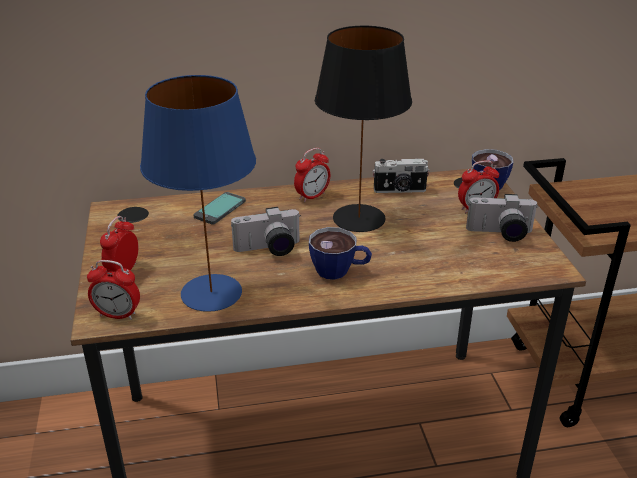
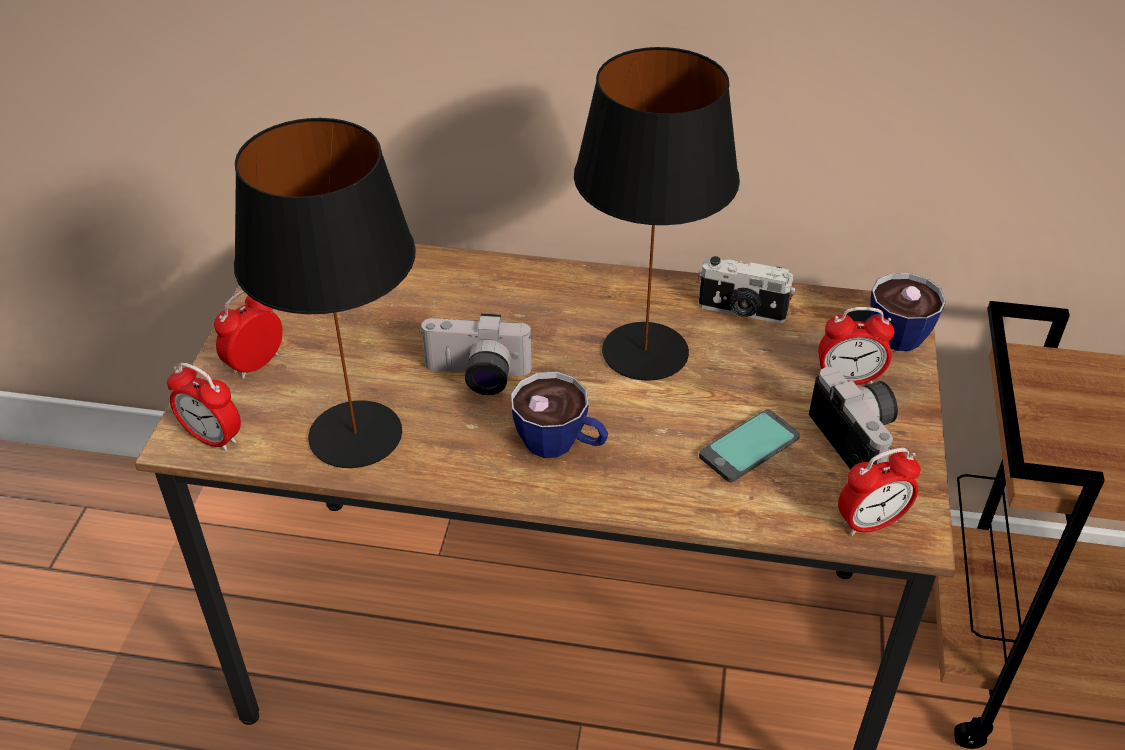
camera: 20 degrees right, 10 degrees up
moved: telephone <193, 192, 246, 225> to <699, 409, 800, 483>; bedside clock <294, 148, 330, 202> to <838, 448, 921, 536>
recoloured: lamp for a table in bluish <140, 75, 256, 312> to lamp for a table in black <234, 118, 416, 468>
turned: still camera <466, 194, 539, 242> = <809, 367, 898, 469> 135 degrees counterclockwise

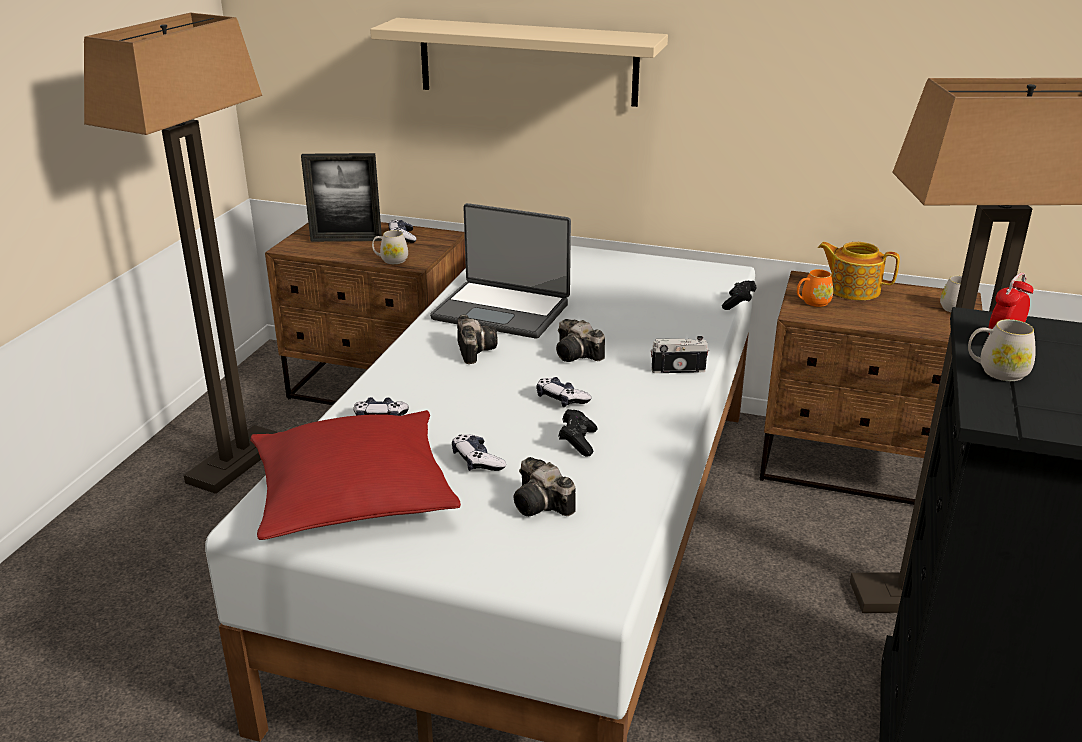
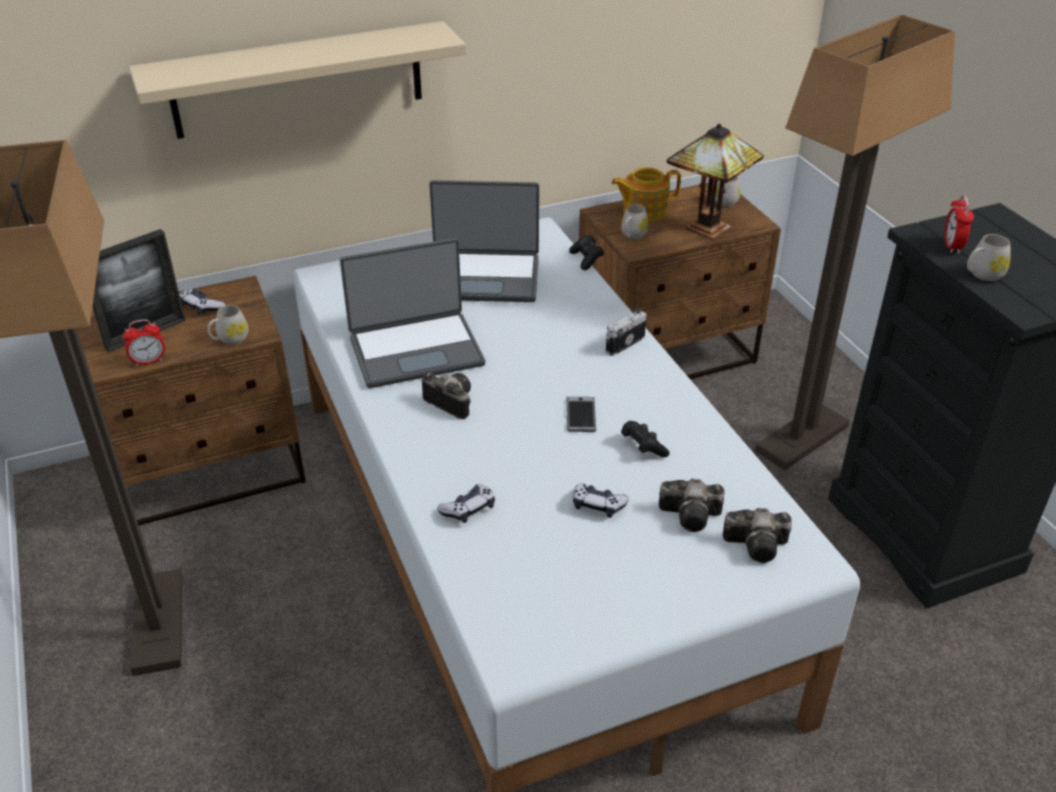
camera: 40 degrees left, 10 degrees up
removed: cushion in red <250, 410, 461, 540>
added: bedside clock <123, 319, 165, 366>; laptop <429, 180, 539, 302>; lamp for a table <667, 124, 764, 239>
moved: still camera <556, 319, 605, 362> to <723, 508, 792, 563>
replaced: joypad <536, 377, 592, 407> to telephone <567, 397, 596, 432>
recoloured: coffee mug in orange-coloured <797, 269, 833, 307> to coffee mug in white <621, 204, 649, 239>

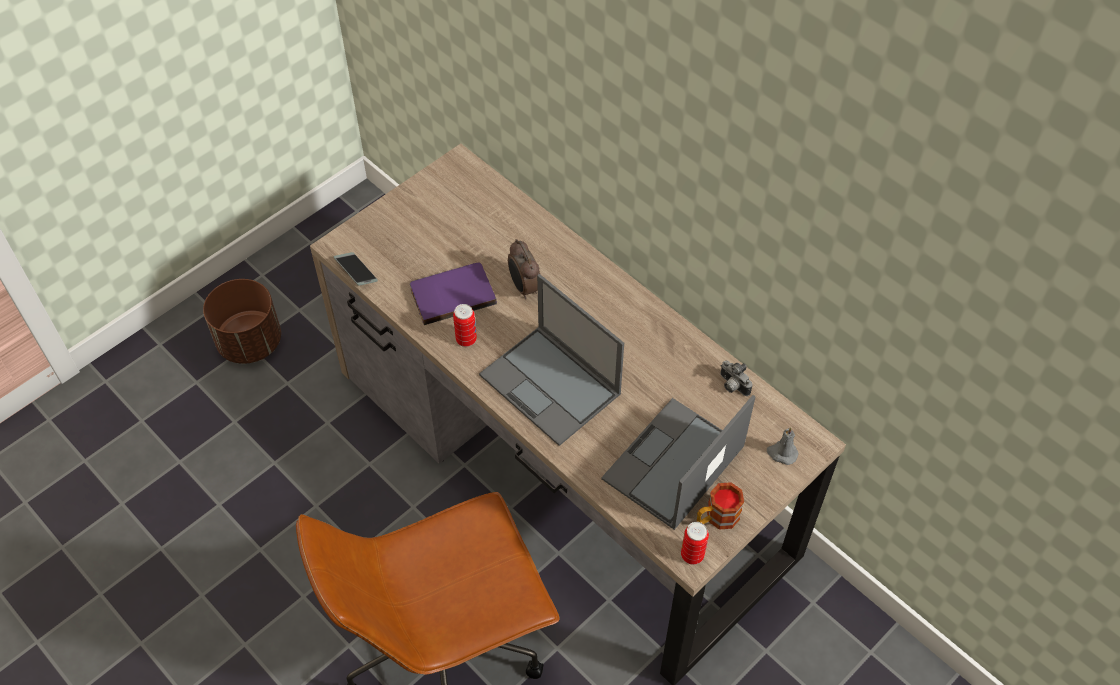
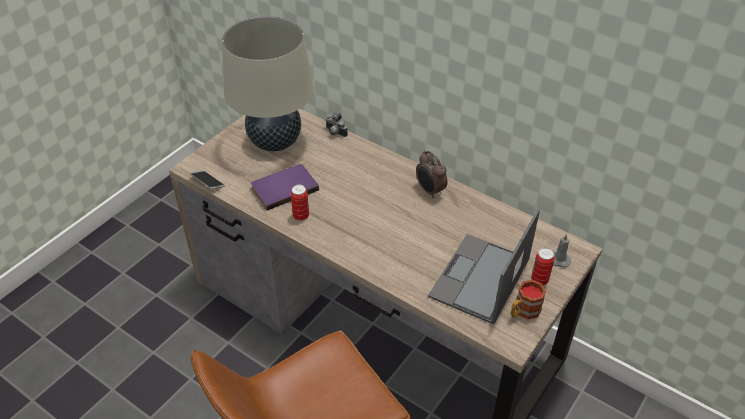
camera: 10 degrees left, 10 degrees down
removed: flower pot in brown <203, 279, 281, 364>; laptop <479, 274, 624, 446>
added: lamp for a table in beige <222, 16, 314, 151>
moved: still camera <720, 360, 753, 396> to <325, 113, 348, 137>; bedside clock <508, 239, 540, 299> to <416, 151, 448, 198>; metal can <681, 522, 709, 565> to <531, 248, 555, 285>

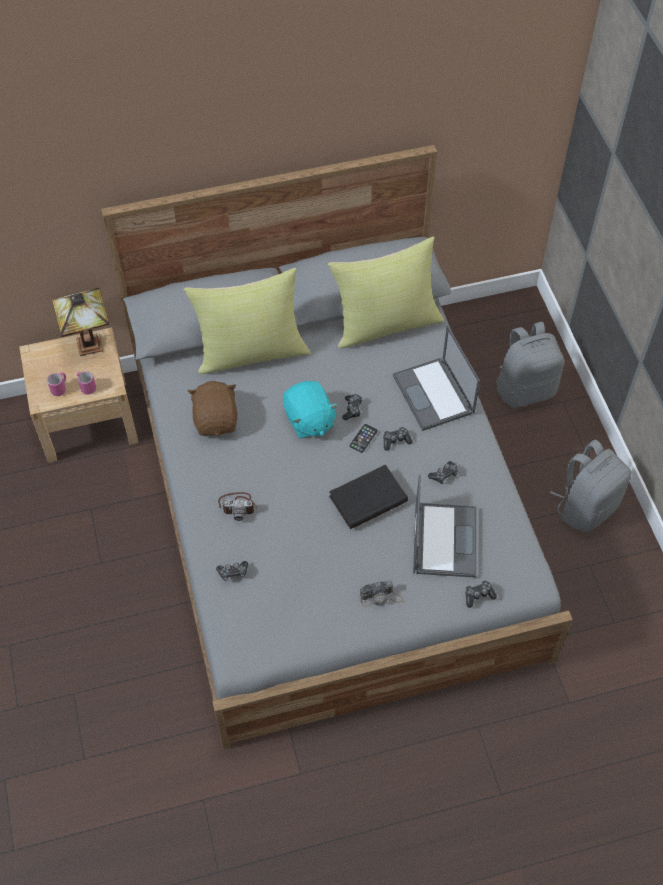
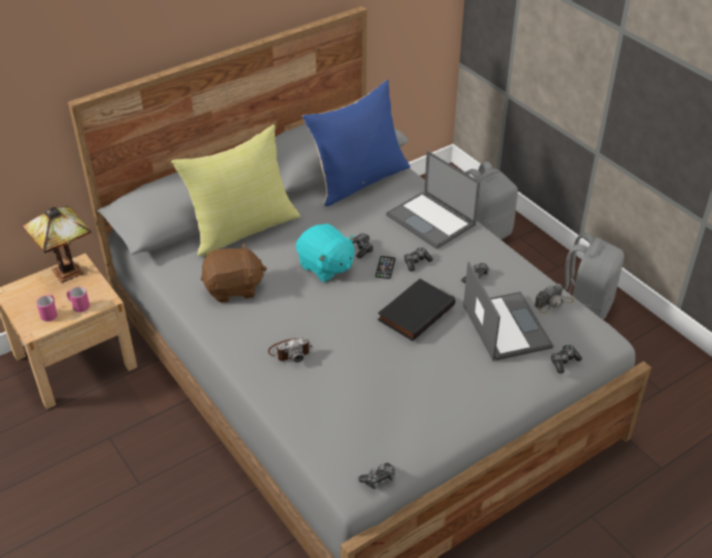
camera: 20 degrees left, 15 degrees down
moved: joypad <216, 561, 248, 581> to <358, 463, 395, 489>; still camera <360, 581, 403, 607> to <534, 284, 574, 313>
recoloured: cushion in yellowish <328, 237, 444, 348> to cushion in bluish <302, 80, 410, 206>
turned: plush toy in brown <188, 381, 238, 436> = <201, 243, 267, 303> 105 degrees clockwise

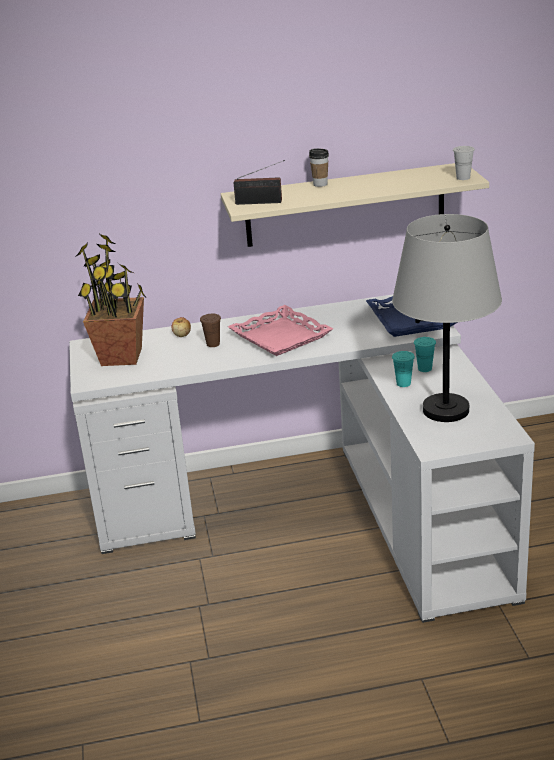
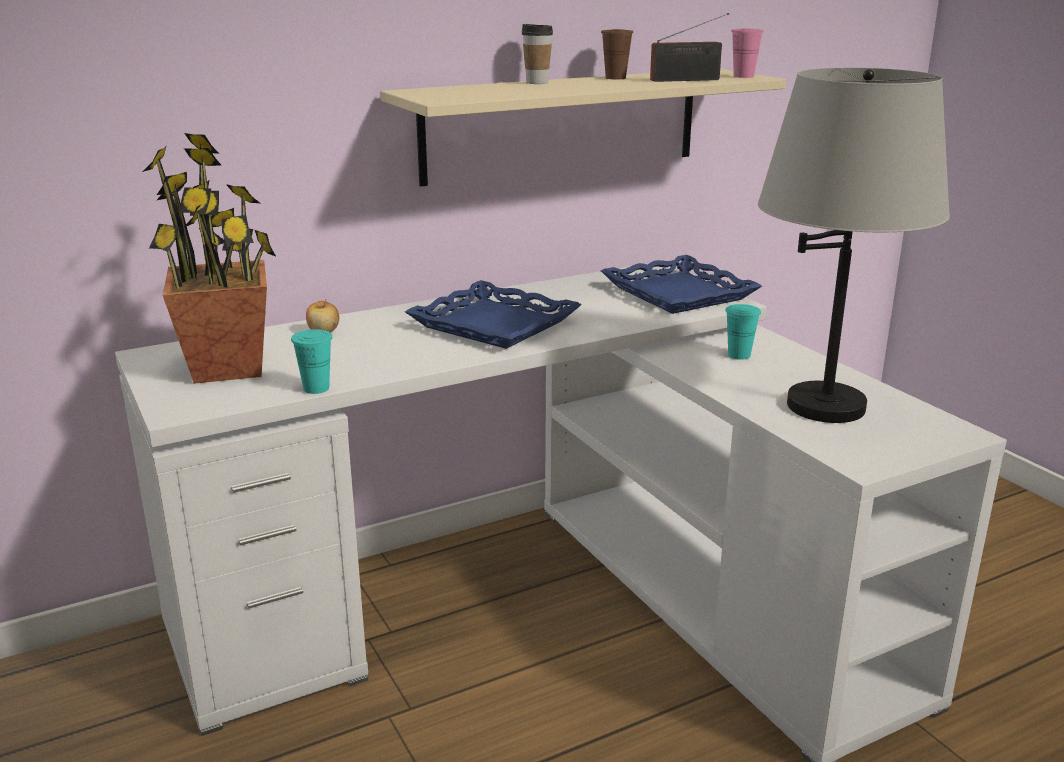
camera: 20 degrees left, 5 degrees down
moved: drinking cup in turquoise-coloured <392, 351, 415, 387> to <291, 329, 333, 394>; drinking cup in brown <200, 314, 221, 347> to <601, 29, 633, 79>; radio set <234, 160, 285, 205> to <650, 13, 729, 82>
recoloured: carrying tray in pink <228, 305, 333, 356> to carrying tray in bluish <405, 280, 582, 349>; drinking cup in white <453, 146, 475, 180> to drinking cup in pink <731, 28, 764, 78>

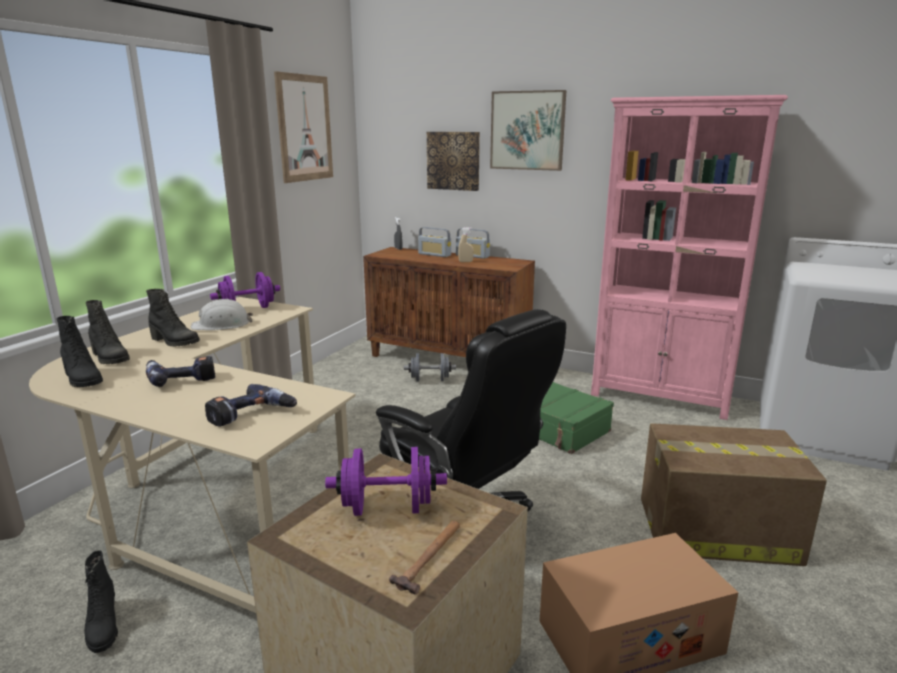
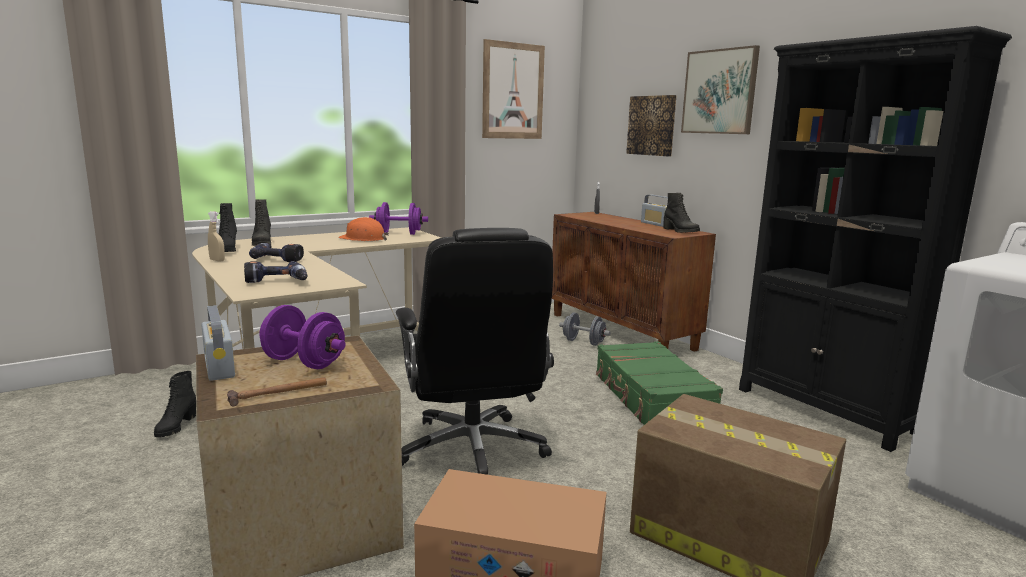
camera: 30 degrees right, 5 degrees down
moved: radio set <418, 227, 451, 257> to <201, 305, 235, 381>; sprayer in beige <458, 227, 474, 262> to <208, 211, 225, 262>; high-top boot in black <146, 289, 200, 347> to <663, 193, 700, 233>
recoloured: hard hat in white <191, 299, 253, 330> to hard hat in orange-coloured <338, 217, 389, 241>; bookshelf in pink <591, 95, 788, 420> to bookshelf in black <739, 26, 1012, 452>

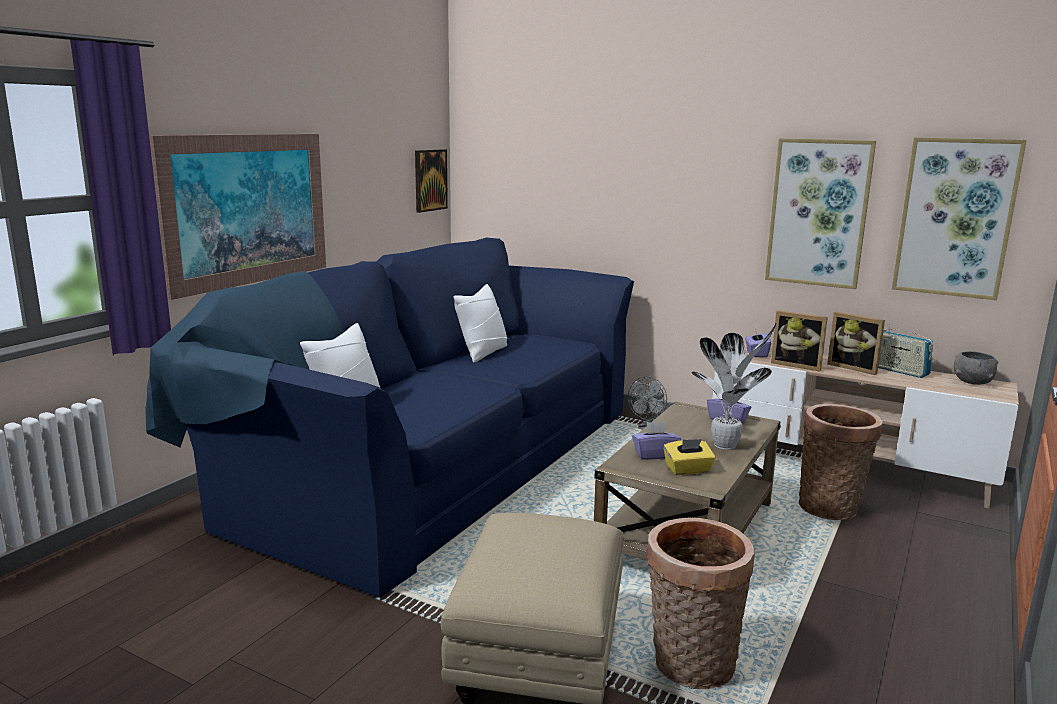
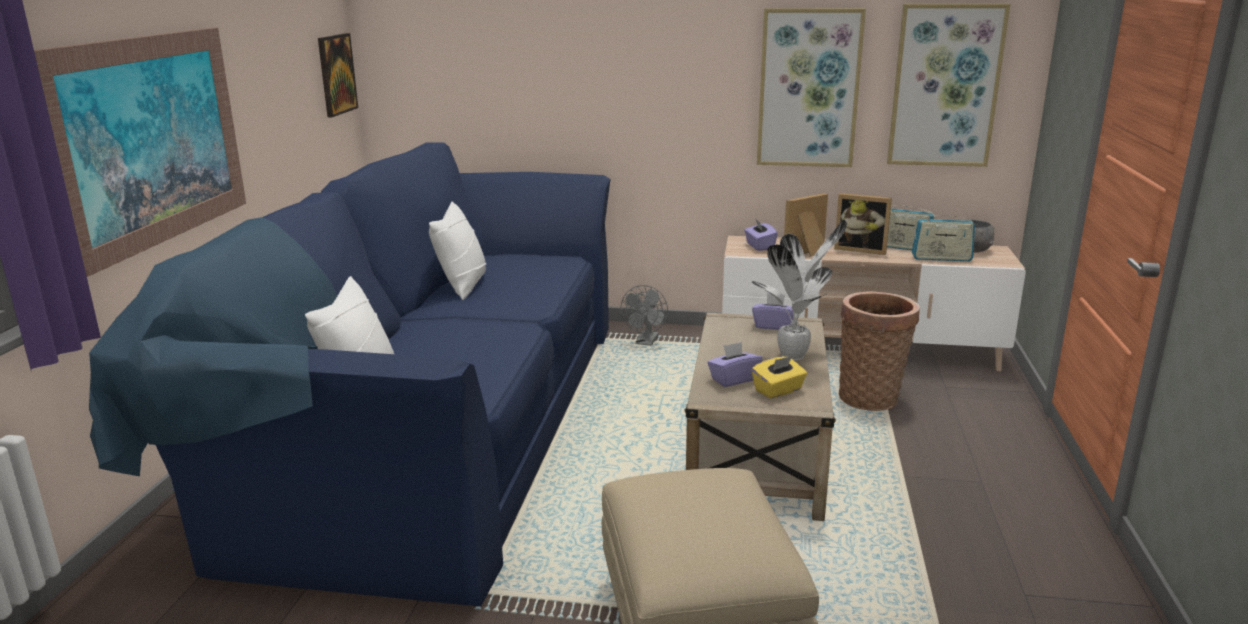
camera: 20 degrees left, 5 degrees up
removed: storage basket <646, 518, 755, 689>
added: radio set <912, 211, 975, 261>
turned: photo frame <771, 310, 828, 372> = <784, 193, 828, 256> 135 degrees clockwise

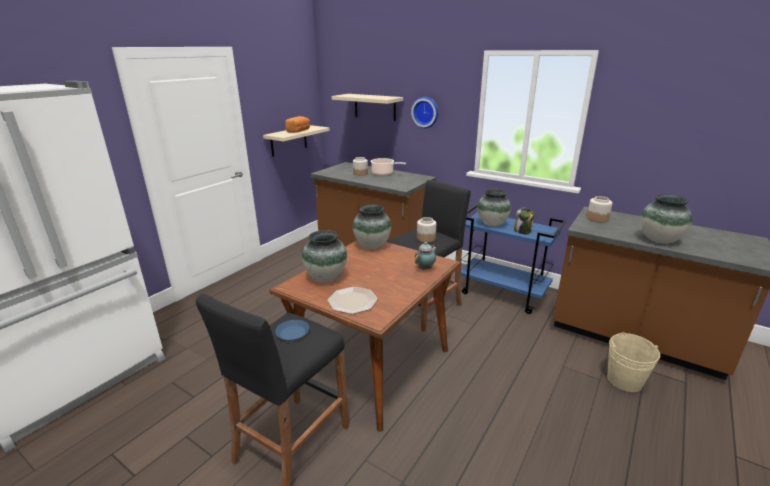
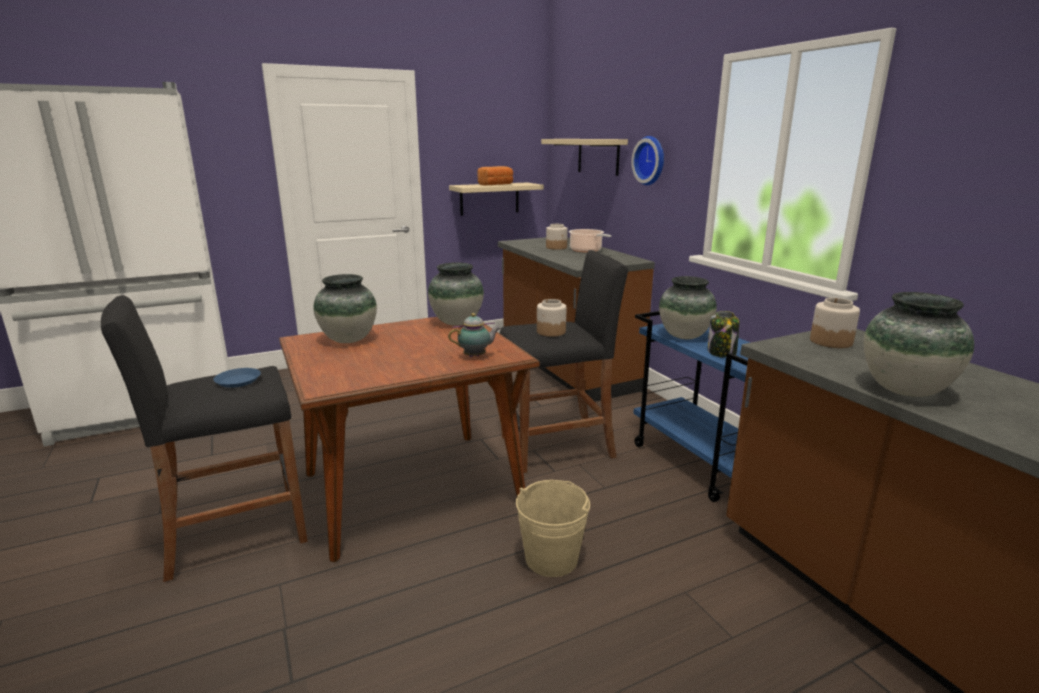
camera: 30 degrees right, 5 degrees down
removed: dinner plate <327, 287, 378, 314>
moved: bucket in beige <607, 333, 660, 392> to <516, 480, 590, 577>

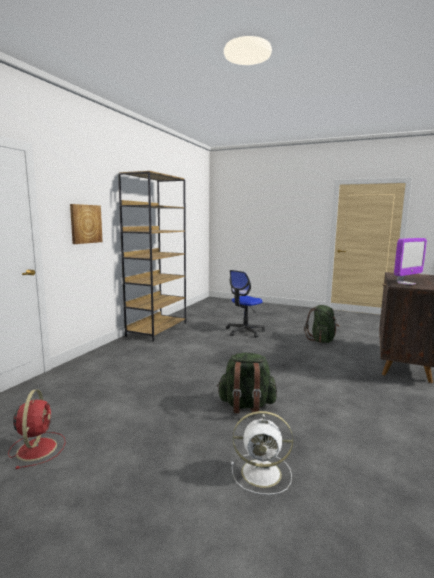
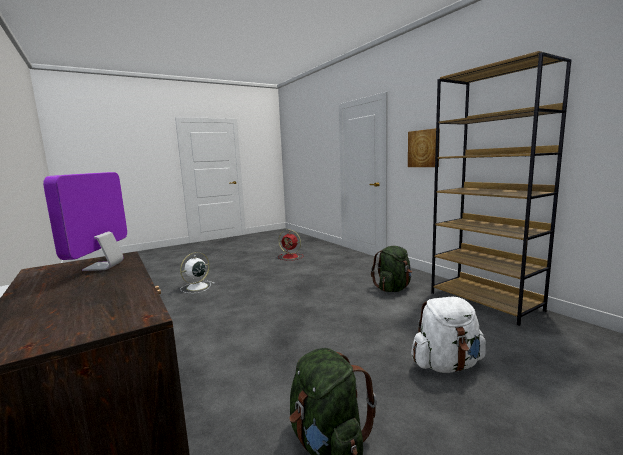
camera: 125 degrees right, 0 degrees up
moved: knapsack in green-coloured <217, 353, 277, 413> to <371, 246, 412, 292>
replaced: desk chair <226, 270, 265, 338> to knapsack in white <411, 297, 486, 373>

